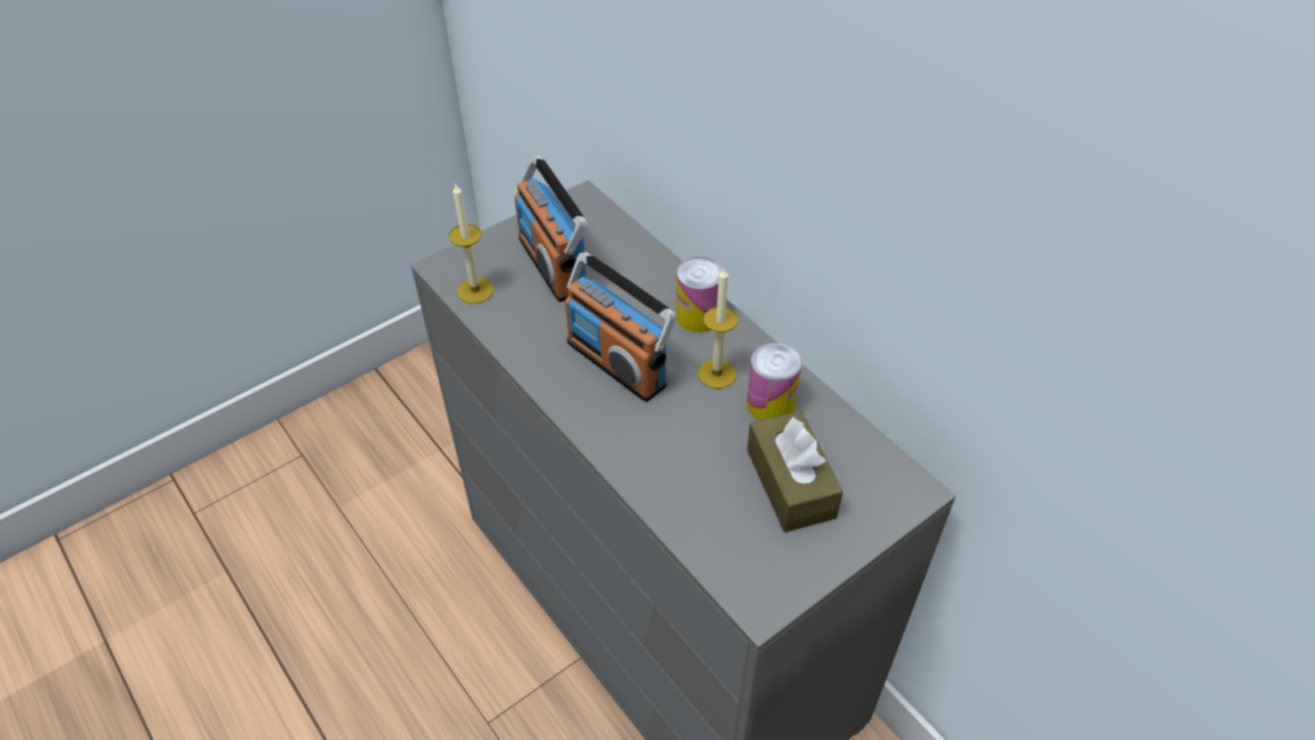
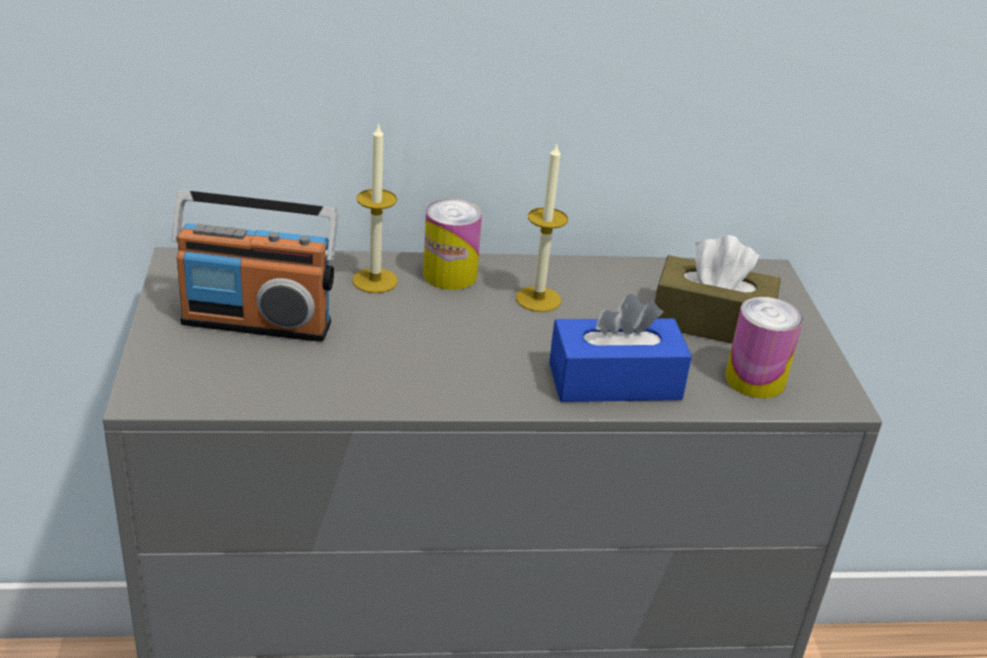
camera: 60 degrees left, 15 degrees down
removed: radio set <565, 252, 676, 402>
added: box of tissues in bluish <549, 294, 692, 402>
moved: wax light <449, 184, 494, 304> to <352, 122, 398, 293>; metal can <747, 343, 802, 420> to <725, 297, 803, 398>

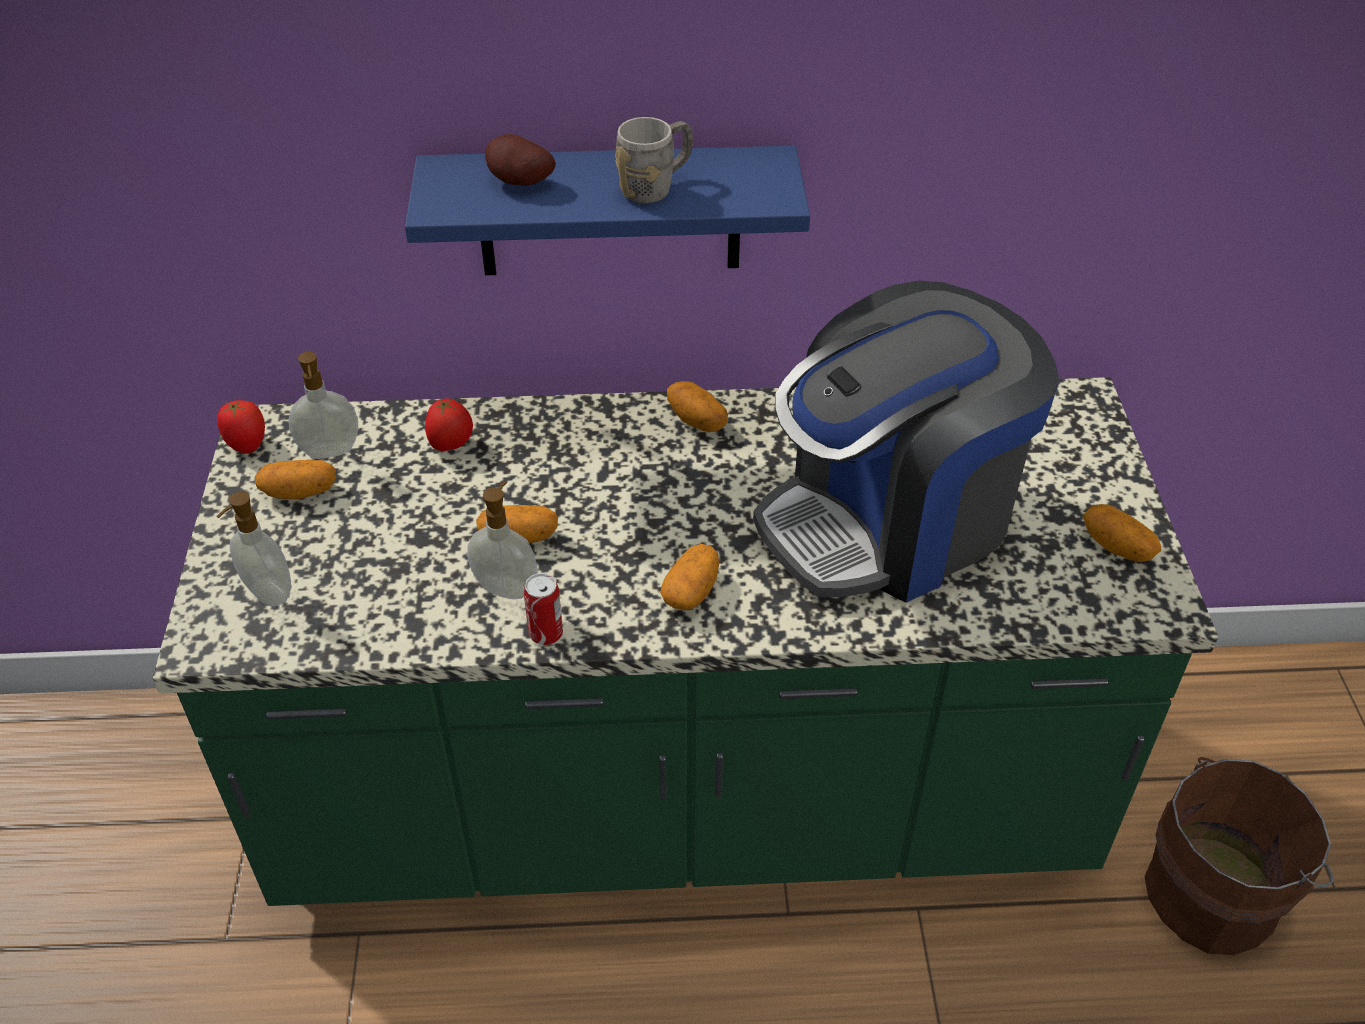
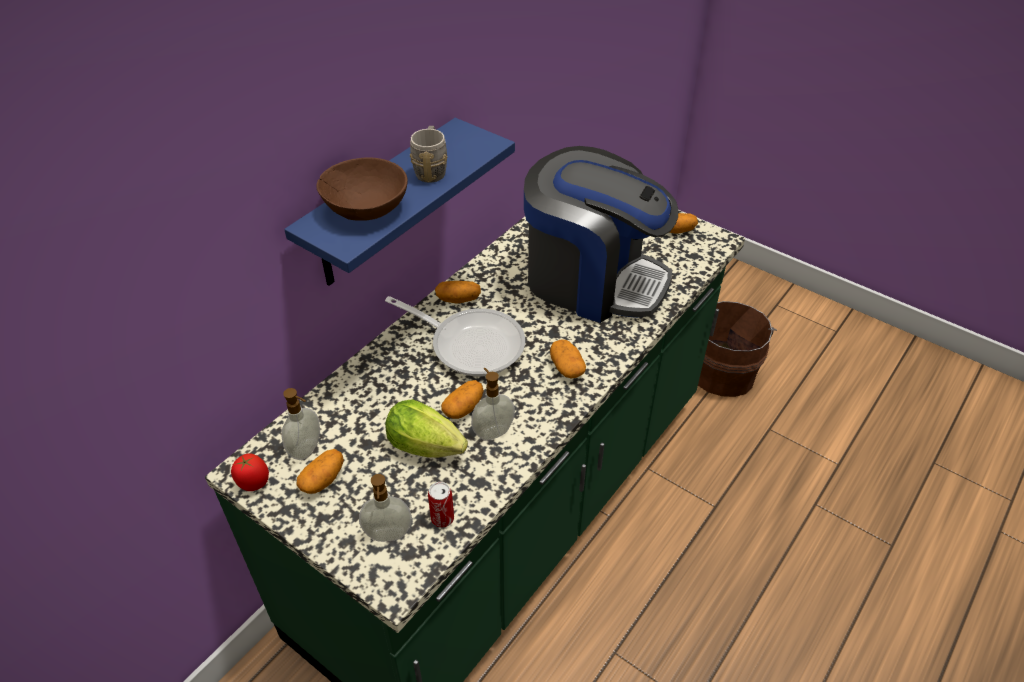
camera: 50 degrees left, 0 degrees up
removed: fresh tomato <425, 398, 473, 451>
added: frying pan <385, 296, 525, 377>; head of lettuce <385, 399, 468, 458>
moved: metal can <524, 573, 563, 645> to <428, 482, 454, 528>
replaced: whole potato <485, 134, 556, 186> to bowl in brown <316, 157, 408, 221>
turned: coffee maker <753, 281, 1060, 603> = <524, 146, 678, 323> 75 degrees counterclockwise

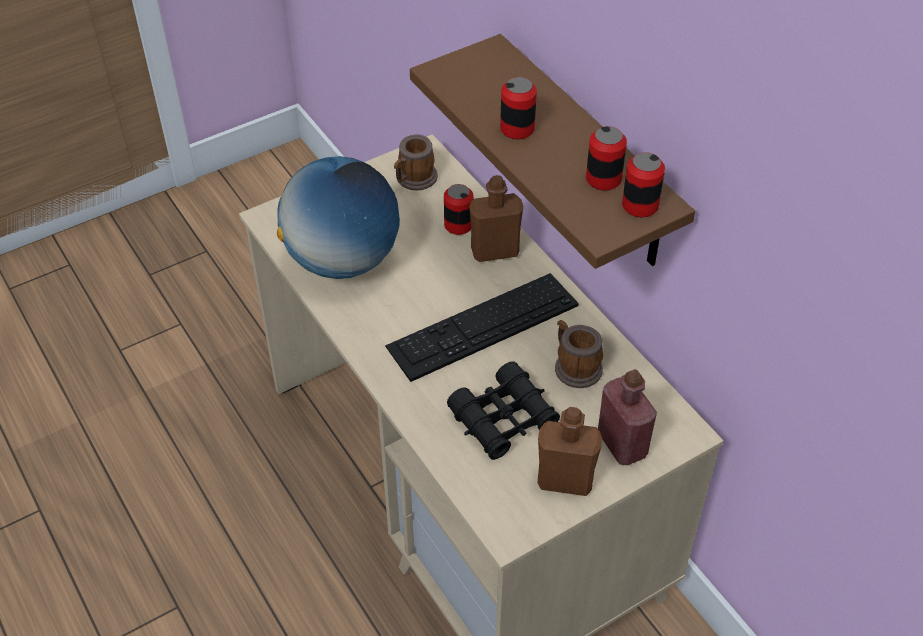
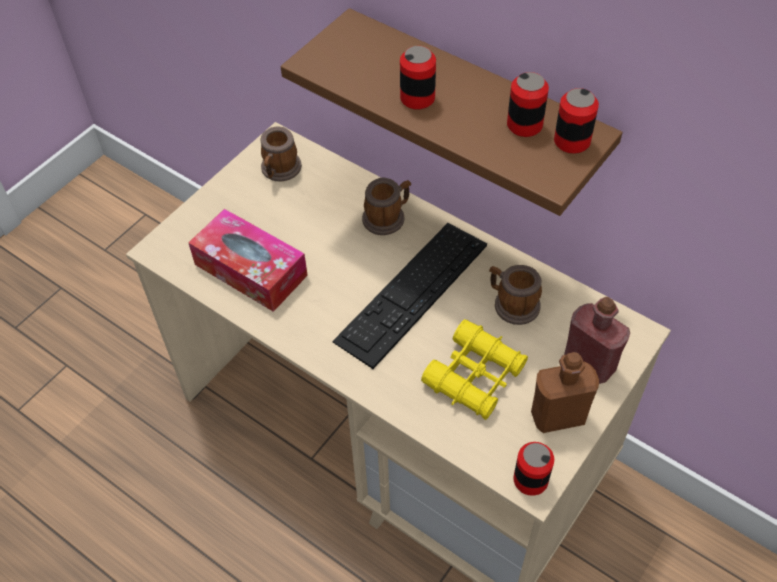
camera: 20 degrees left, 5 degrees up
moved: metal can <444, 184, 473, 235> to <513, 442, 554, 496>
replaced: desk globe <277, 156, 400, 279> to box of tissues <188, 209, 308, 312>; beverage bottle in brown <469, 175, 523, 262> to coffee mug <362, 177, 411, 235>
recoloured: field glasses in black <447, 361, 560, 460> to field glasses in yellowish <421, 319, 528, 420>

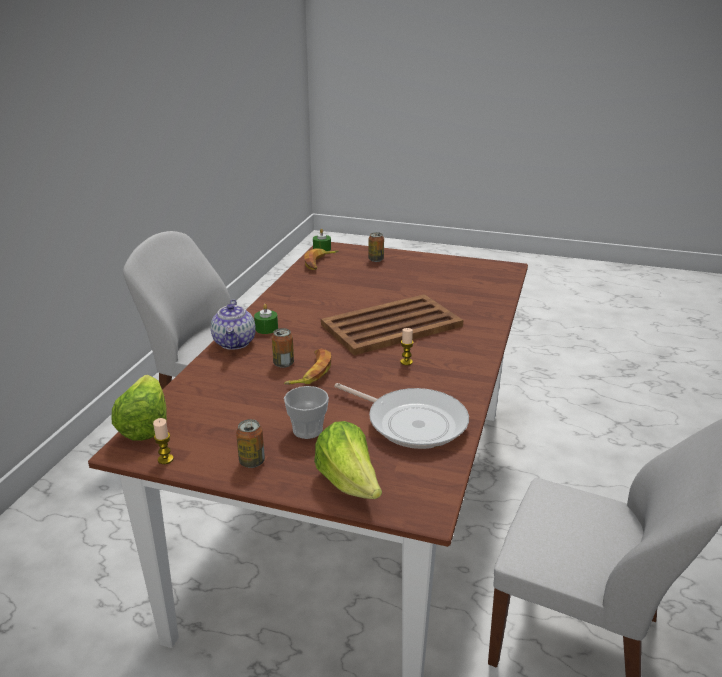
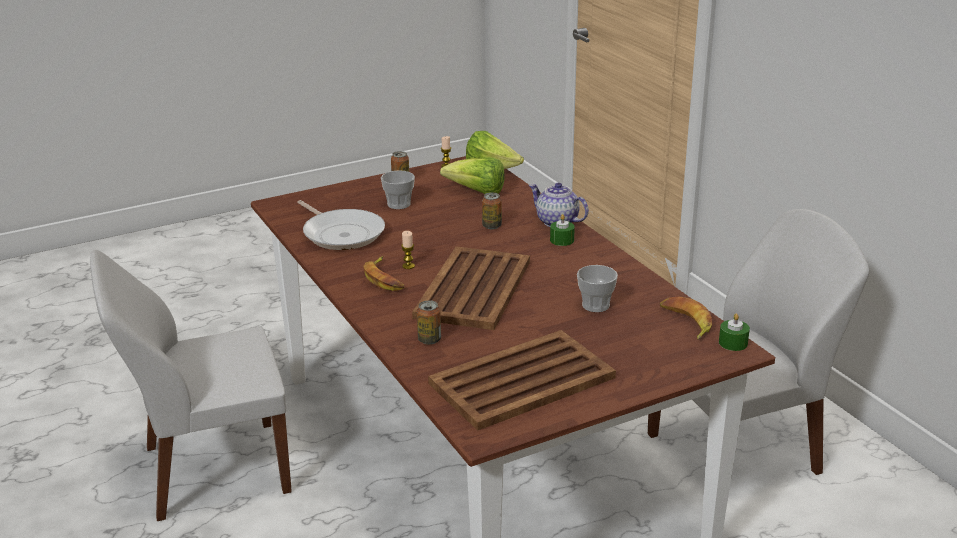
camera: 135 degrees right, 0 degrees up
added: carrying tray in brown <428, 330, 616, 431>; drinking cup <577, 265, 618, 312>
moved: banana fruit <284, 348, 331, 385> to <363, 256, 404, 291>; metal can <369, 232, 384, 262> to <417, 300, 441, 345>; head of lettuce <314, 421, 382, 499> to <440, 157, 505, 194>
turned: frying pan <334, 383, 469, 449> = <297, 200, 385, 250> 120 degrees counterclockwise

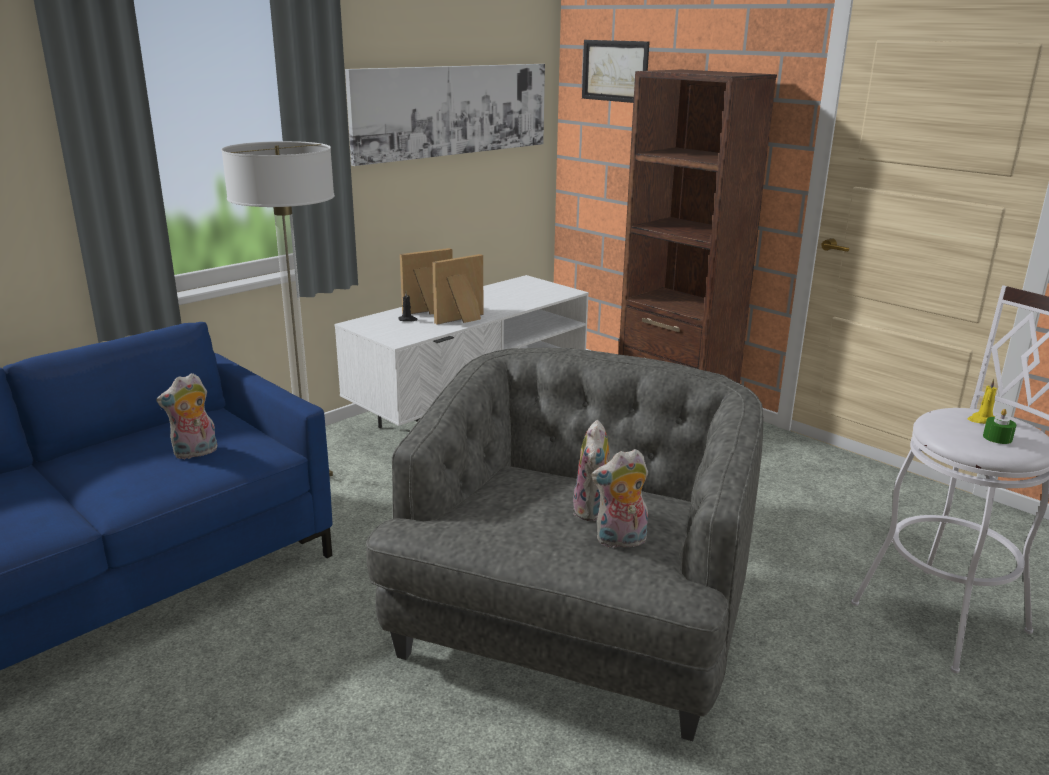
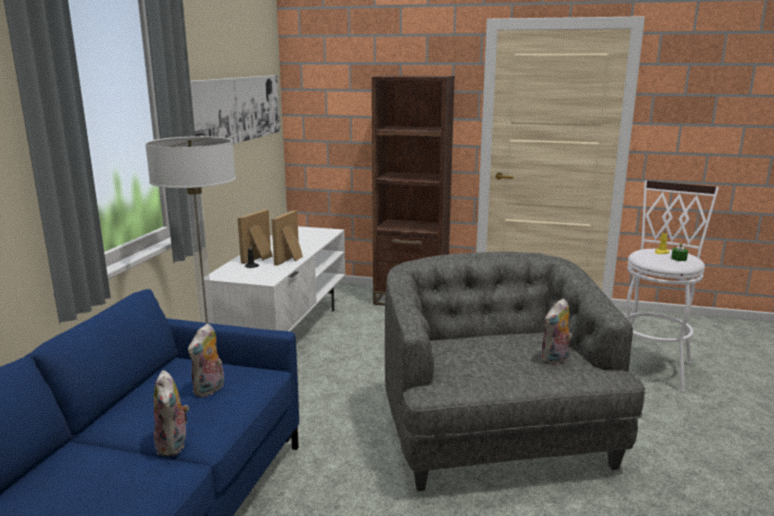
camera: 30 degrees left, 5 degrees down
removed: wall art <582, 40, 649, 103>
moved: plush toy <573, 420, 610, 521> to <154, 370, 189, 456>

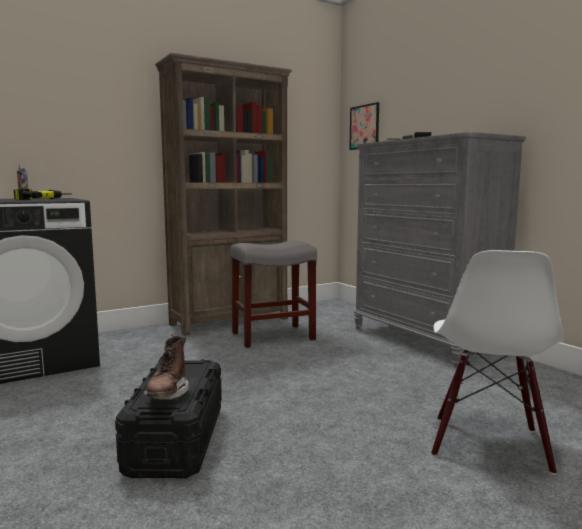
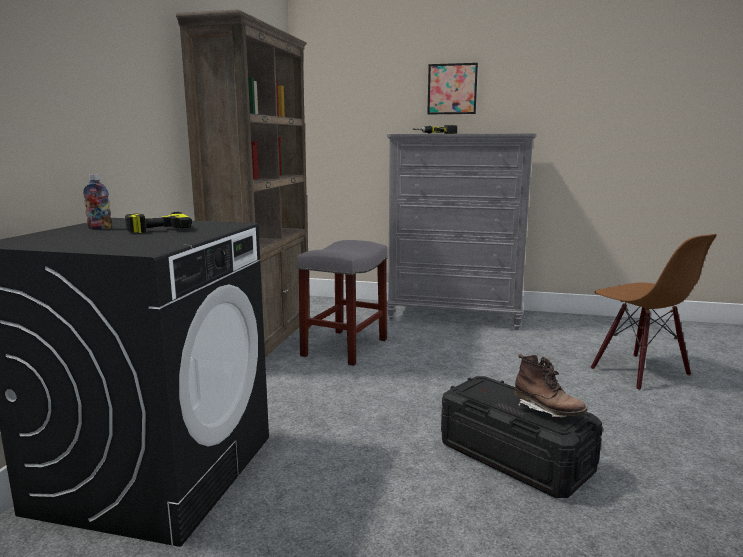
camera: 45 degrees left, 5 degrees up
moved: wall art <349, 102, 379, 150> to <427, 63, 478, 114>
recoloured: chair in white <431, 250, 564, 475> to chair in brown <591, 234, 717, 391>

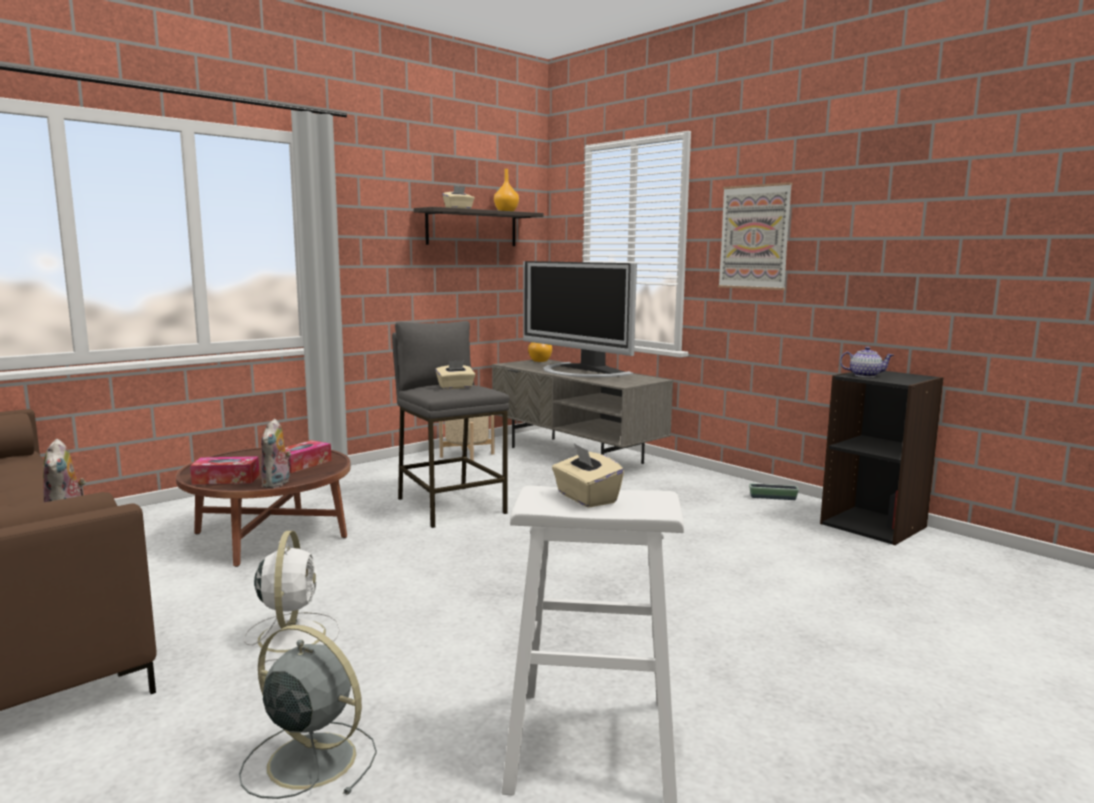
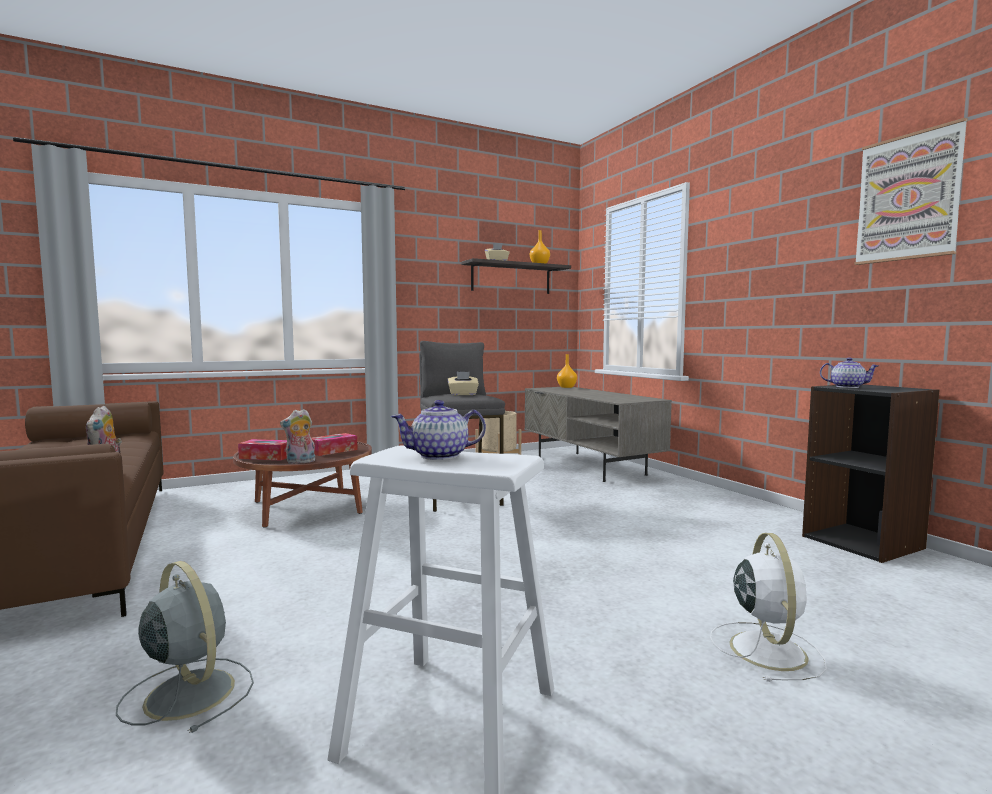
camera: 15 degrees right, 5 degrees down
removed: TV set <523, 261, 637, 377>; flower pot <749, 483, 799, 500>
moved: fan in white <244, 531, 340, 663> to <710, 533, 827, 682>; wall art <718, 182, 793, 290> to <854, 118, 968, 265>
replaced: box of tissues in beige <552, 443, 624, 508> to teapot <391, 400, 486, 460>
turned: plush toy <261, 419, 291, 488> = <280, 409, 315, 464> 45 degrees clockwise

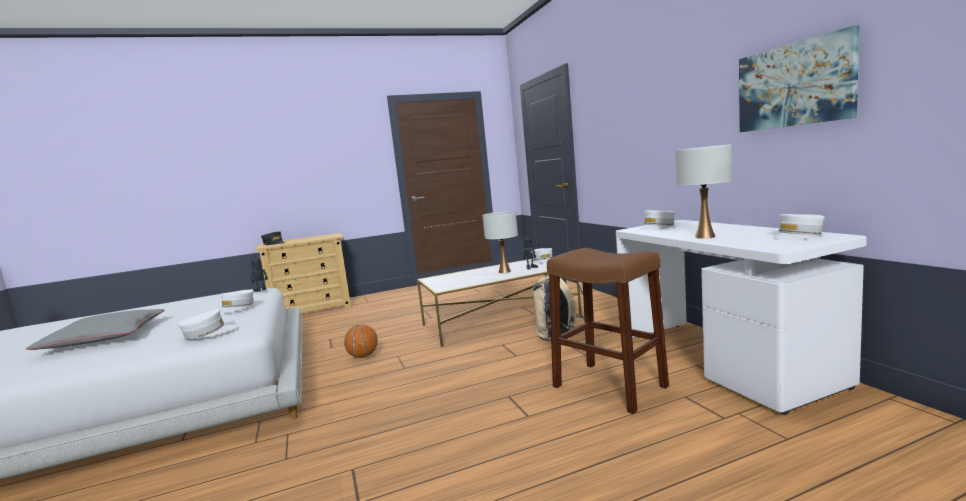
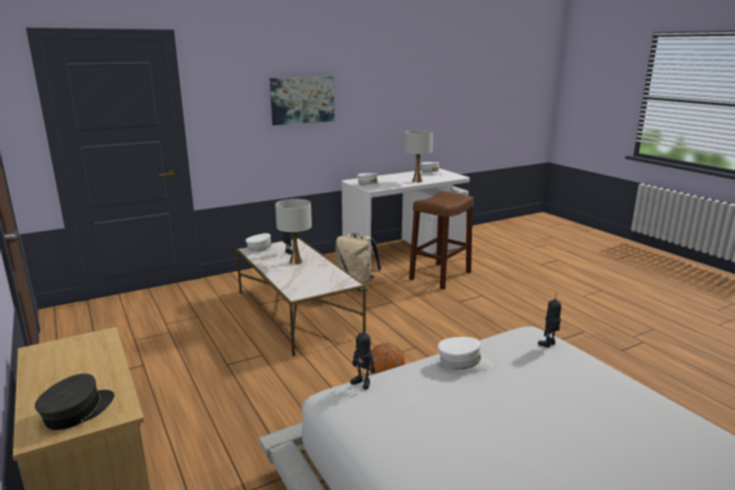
camera: 100 degrees left, 10 degrees up
removed: cushion in greyish <26, 309, 165, 350>
moved: wall art <739, 25, 859, 132> to <270, 76, 334, 125>
replaced: peaked cap in white <178, 309, 237, 340> to model robot <538, 293, 561, 347>

